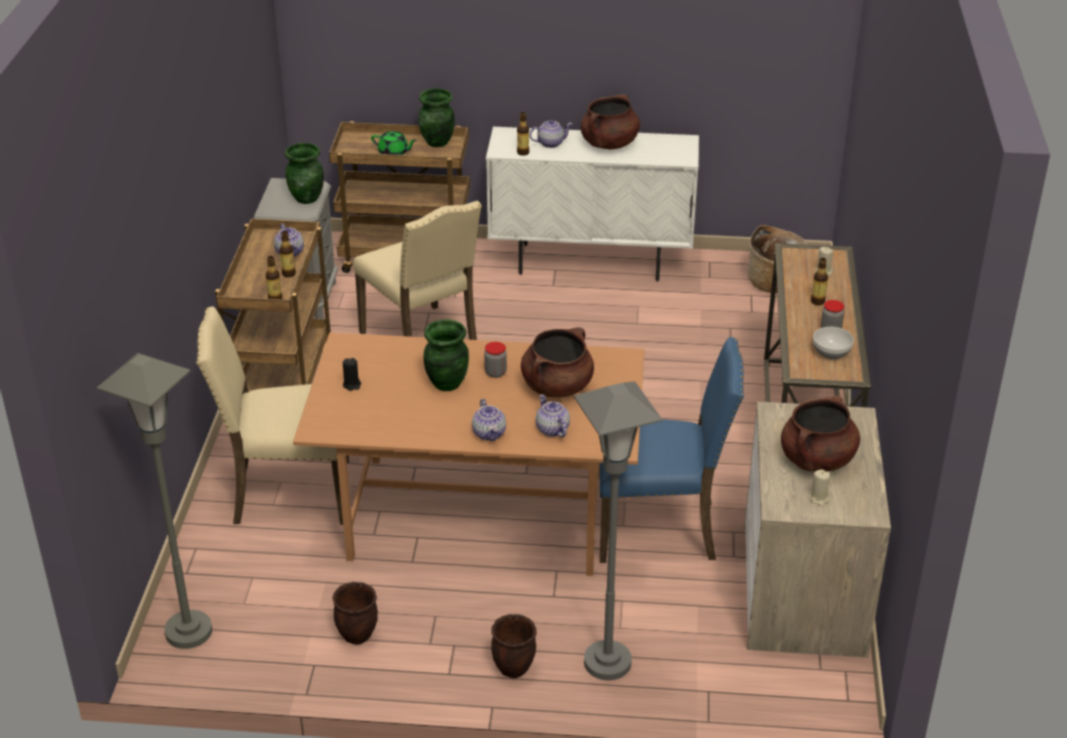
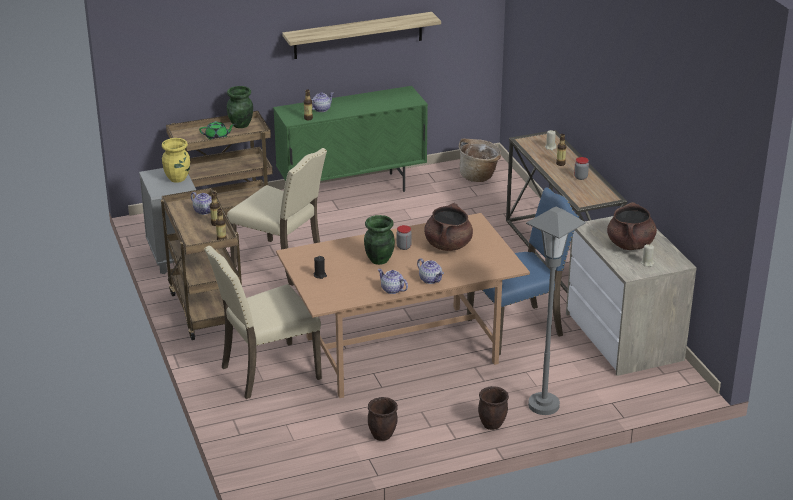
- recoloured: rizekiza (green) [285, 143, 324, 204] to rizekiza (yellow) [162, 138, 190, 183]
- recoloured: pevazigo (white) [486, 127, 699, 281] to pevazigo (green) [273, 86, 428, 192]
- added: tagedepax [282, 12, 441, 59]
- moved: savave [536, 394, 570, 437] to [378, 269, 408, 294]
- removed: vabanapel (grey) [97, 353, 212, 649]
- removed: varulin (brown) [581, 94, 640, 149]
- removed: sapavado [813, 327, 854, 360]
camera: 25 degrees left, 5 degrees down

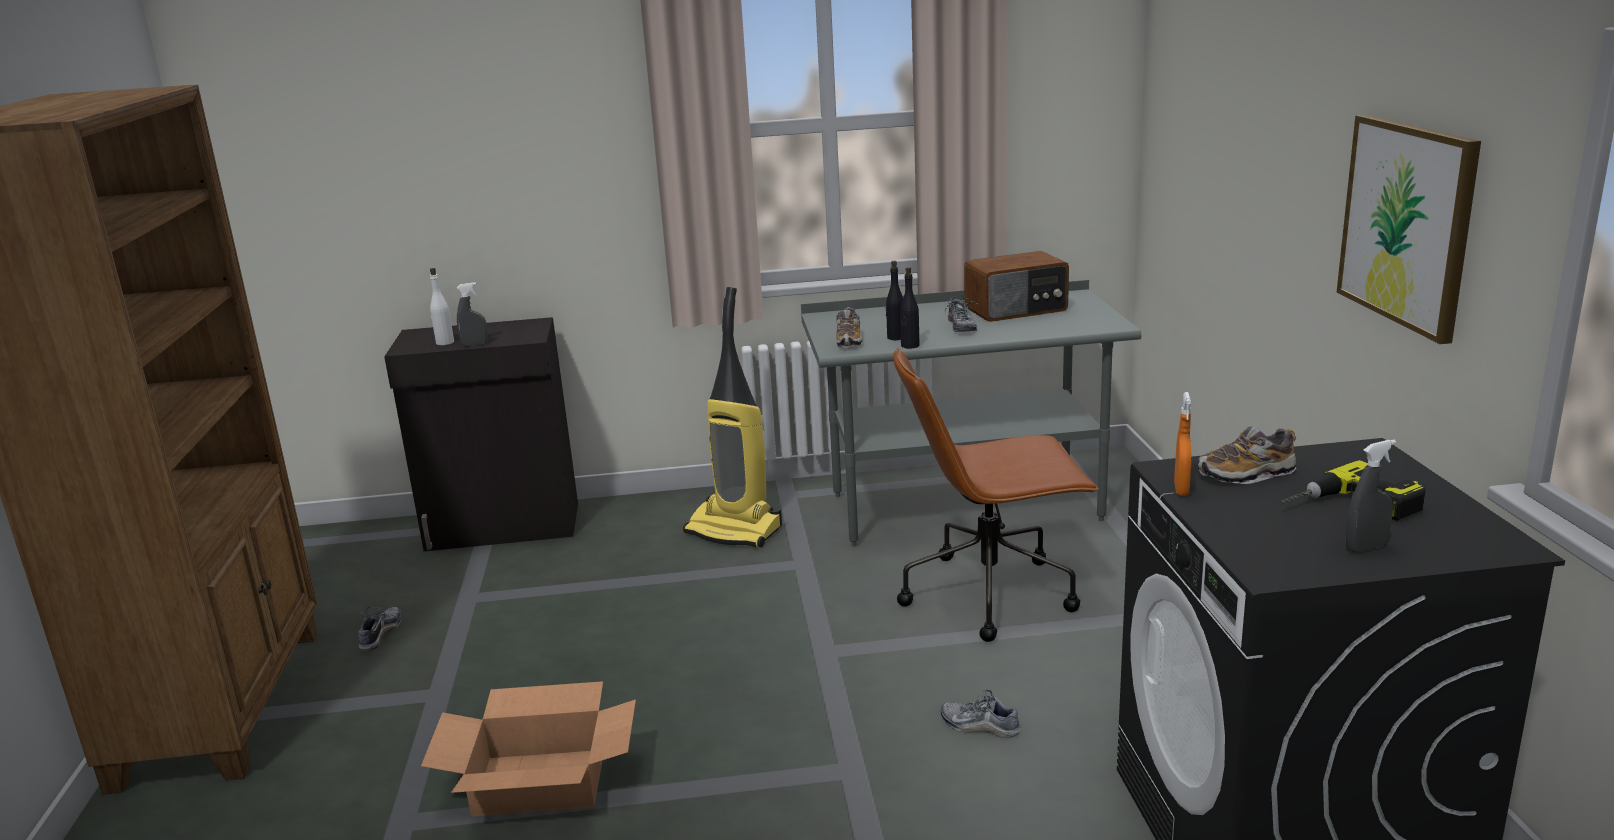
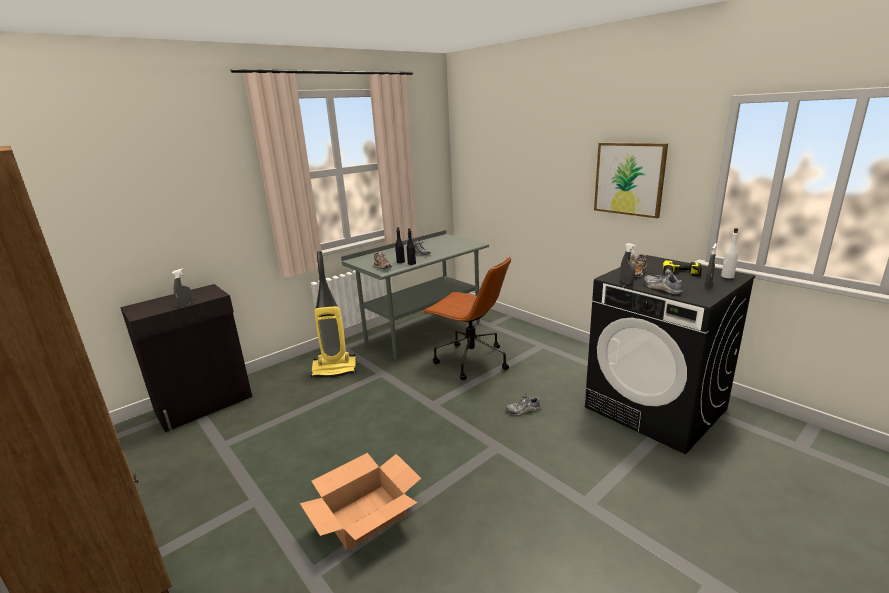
- turned: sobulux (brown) [893, 348, 1099, 642] = [423, 256, 511, 380] 105 degrees counterclockwise
- recoloured: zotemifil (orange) [1174, 392, 1191, 496] to zotemifil (grey) [620, 243, 636, 285]
- moved: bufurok [358, 606, 402, 651] to [644, 269, 682, 294]
- moved: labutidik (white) [430, 268, 454, 345] to [721, 228, 738, 278]
- removed: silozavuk [964, 251, 1069, 322]
camera: 35 degrees left, 0 degrees up

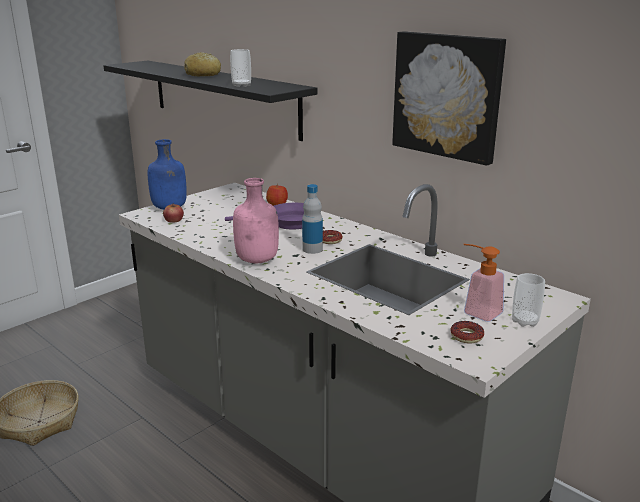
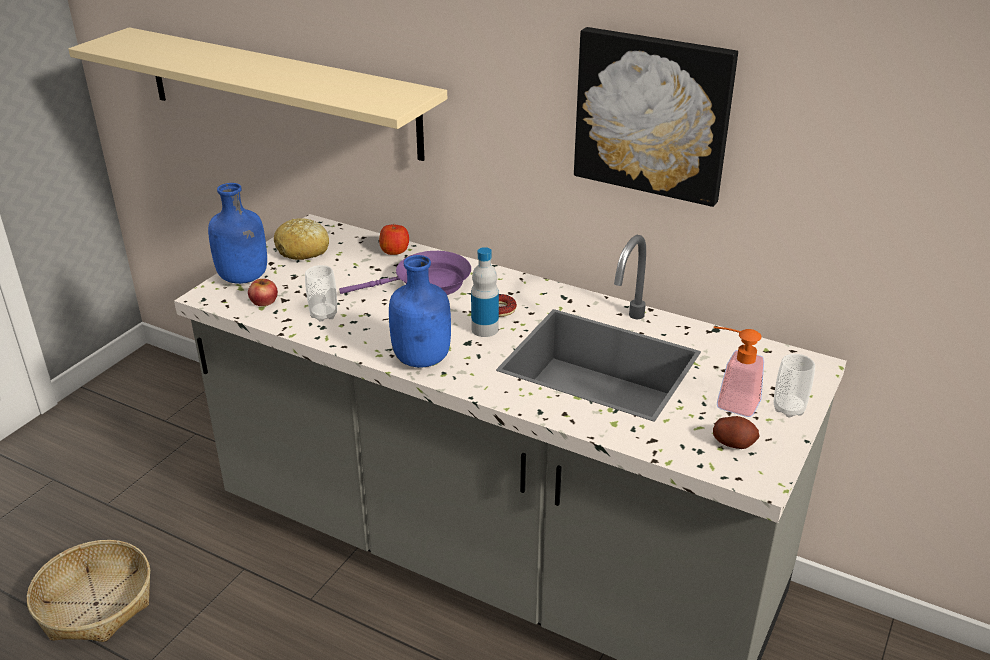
- recoloured: tagedepax (black) [103, 60, 317, 141] to tagedepax (beige) [68, 27, 447, 161]
- moved: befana [184, 52, 221, 77] to [274, 218, 329, 260]
- moved: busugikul [230, 49, 251, 87] to [305, 265, 337, 322]
- recoloured: labutidik (pink) [233, 178, 279, 263] to labutidik (blue) [389, 255, 451, 367]
- replaced: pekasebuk [451, 321, 484, 343] to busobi [713, 416, 760, 449]
camera: 15 degrees left, 10 degrees up

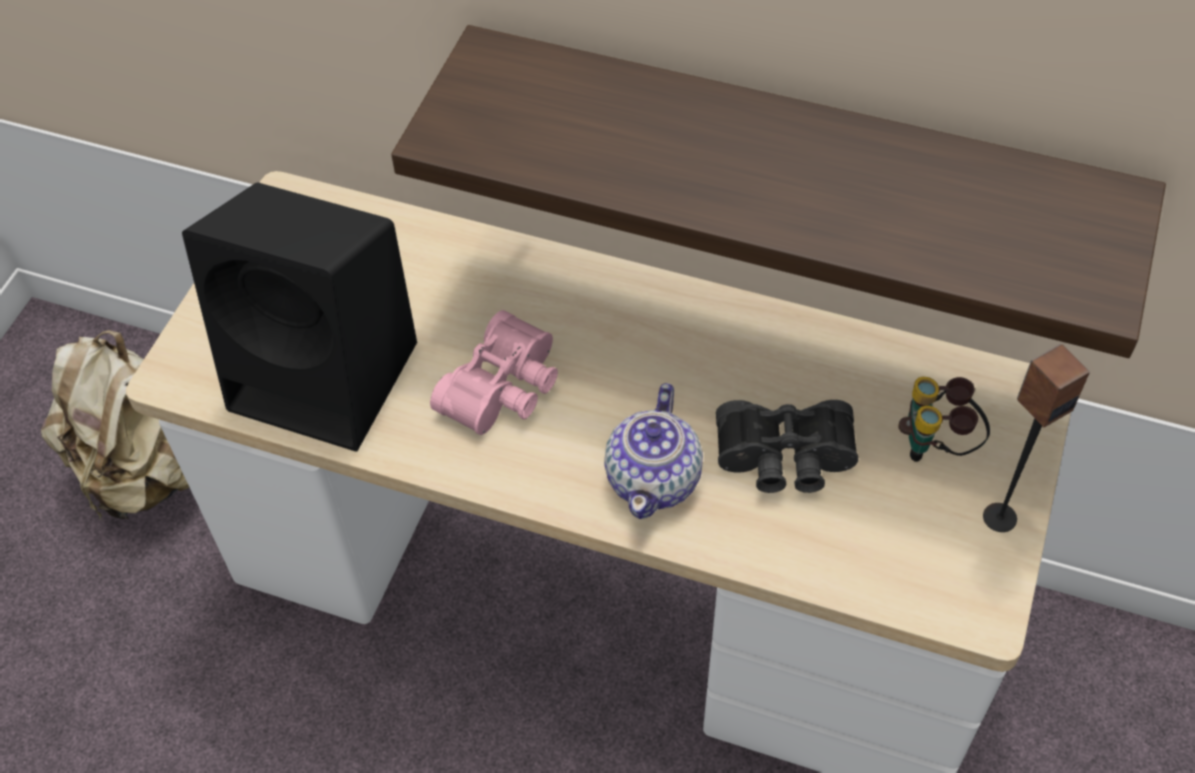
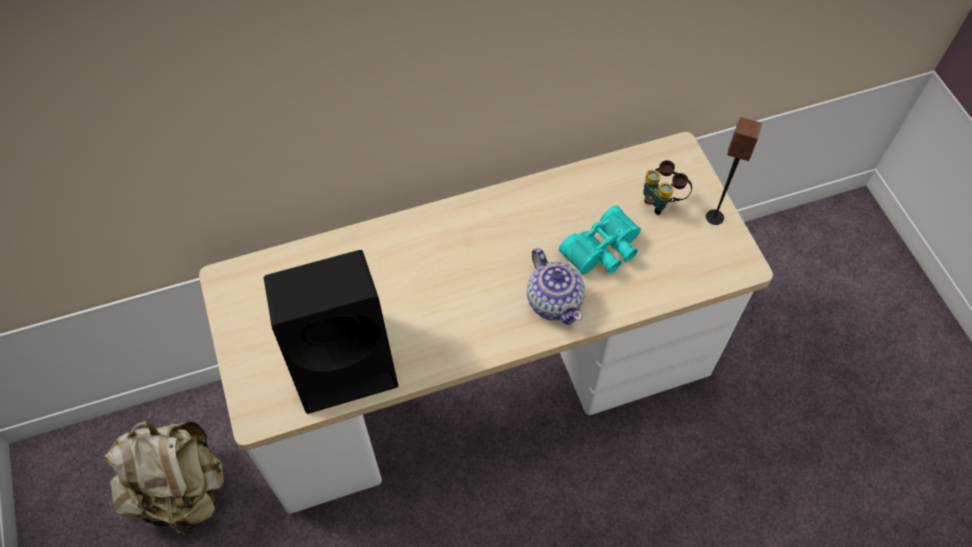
- recoloured: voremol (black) [716, 400, 858, 493] to voremol (turquoise) [559, 205, 641, 275]
- removed: tagedepax [391, 25, 1166, 358]
- removed: voremol (pink) [430, 310, 558, 435]
camera: 40 degrees left, 5 degrees up

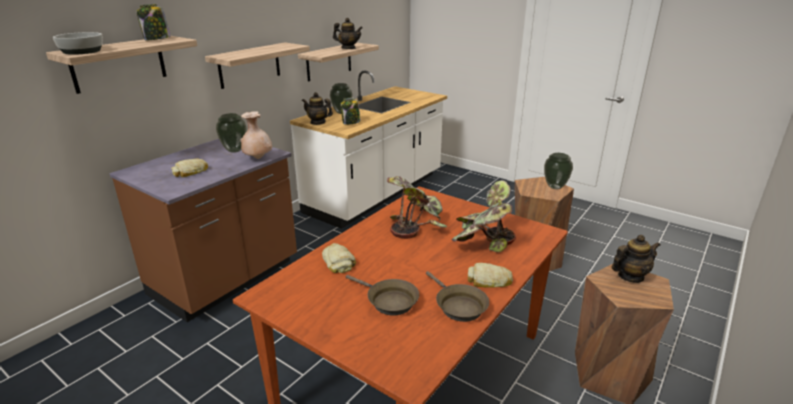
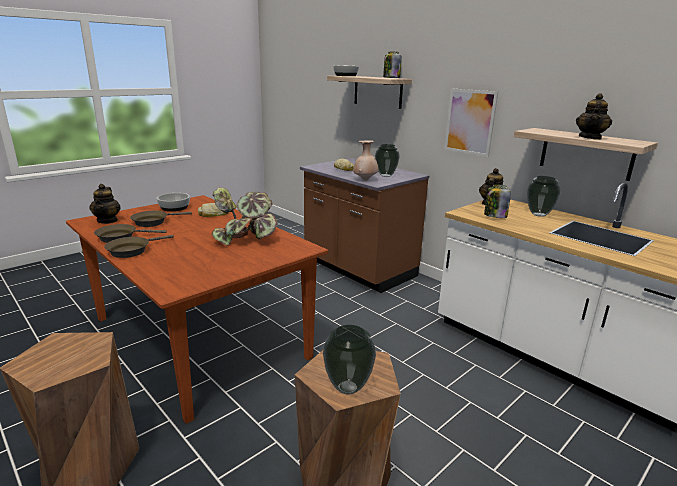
- moved: savave [612, 235, 661, 283] to [89, 184, 121, 224]
- replaced: befana [468, 263, 513, 288] to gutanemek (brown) [104, 235, 174, 258]
- added: sapavado [157, 193, 190, 212]
- replaced: tagedepax [205, 43, 310, 89] to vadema [445, 88, 498, 157]
- removed: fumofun [452, 181, 516, 252]
camera: 100 degrees right, 5 degrees down

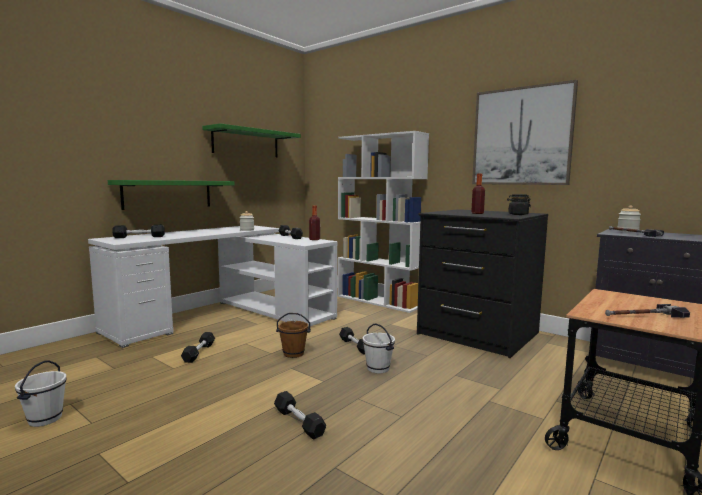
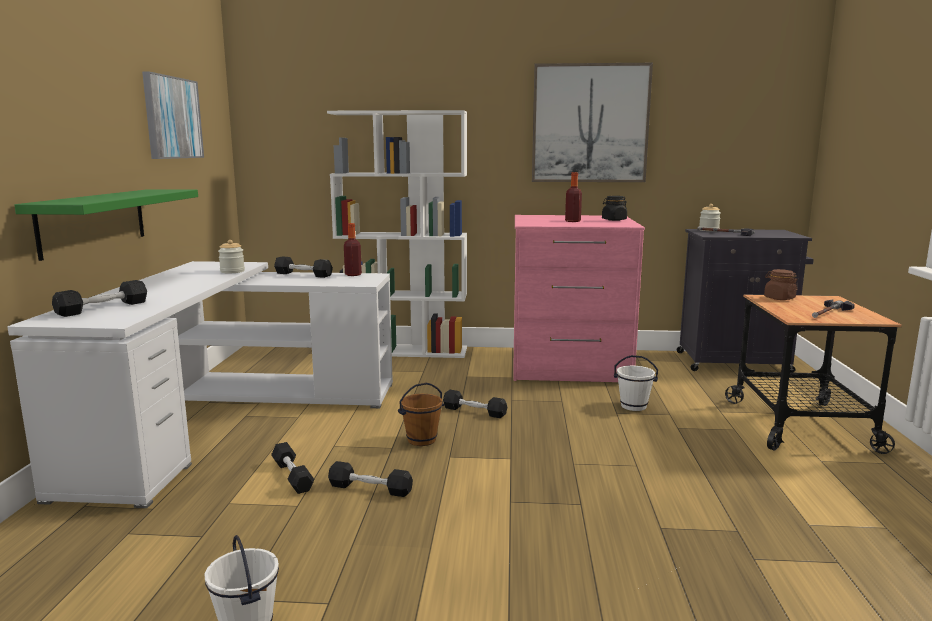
- replaced: tagedepax (green) [202, 123, 301, 157] to vadema [142, 71, 204, 159]
- moved: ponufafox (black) [274, 391, 326, 440] to [328, 461, 413, 497]
- recoloured: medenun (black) [417, 209, 548, 358] to medenun (pink) [513, 215, 645, 382]
- moved: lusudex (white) [363, 324, 395, 373] to [614, 355, 658, 411]
- added: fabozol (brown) [764, 269, 798, 300]
camera: 35 degrees left, 5 degrees up

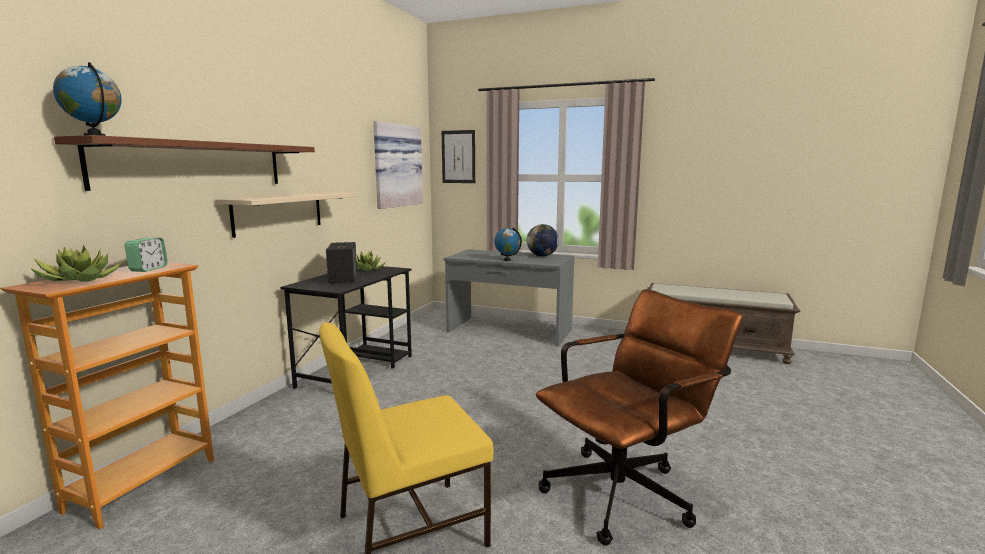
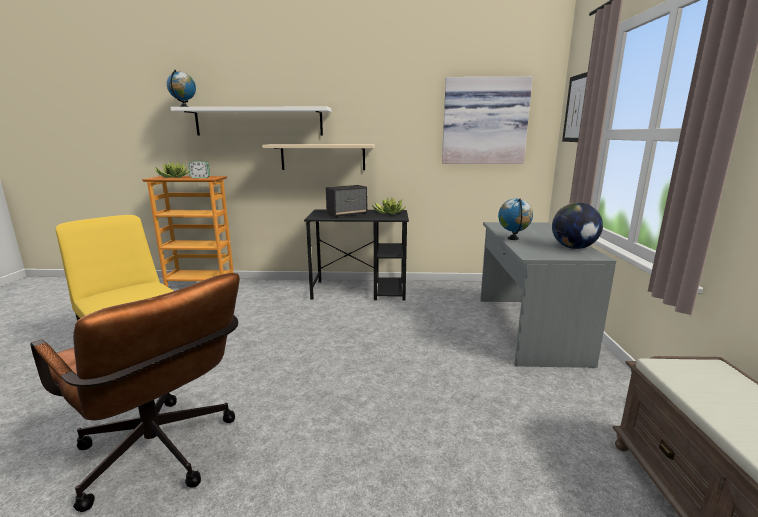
- recoloured: tagedepax (brown) [54, 135, 315, 191] to tagedepax (white) [171, 107, 332, 136]
camera: 70 degrees right, 5 degrees up

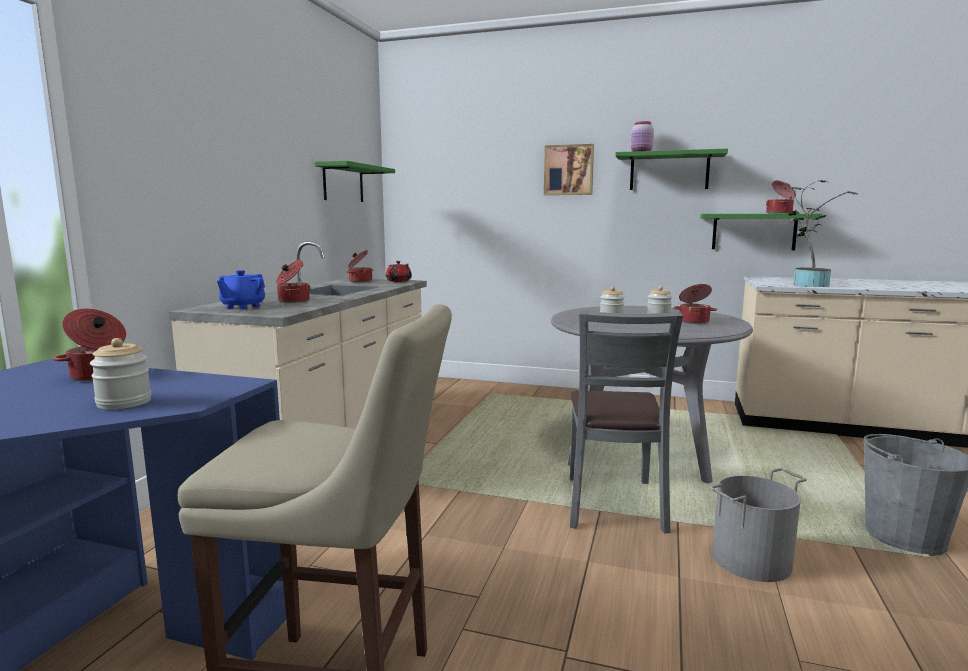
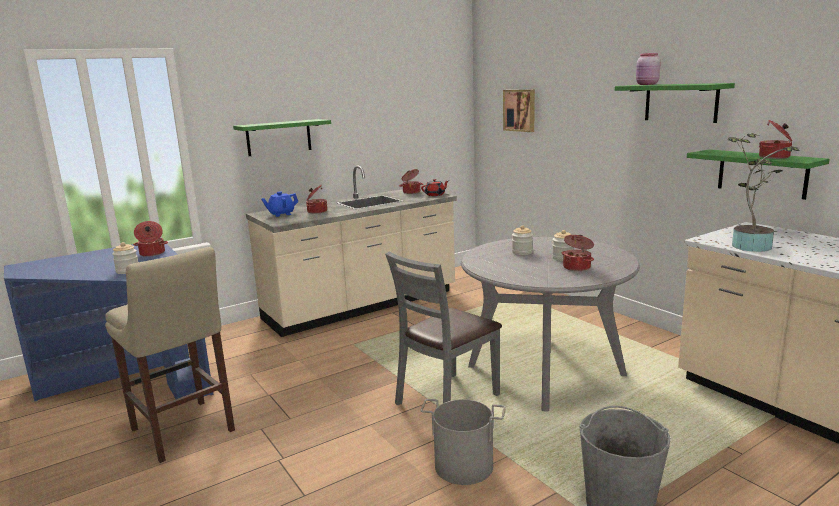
- moved: tagedepax (green) [315, 161, 395, 202] to [233, 119, 331, 156]
- moved: vadema [544, 144, 594, 195] to [503, 90, 535, 132]
camera: 40 degrees right, 5 degrees up

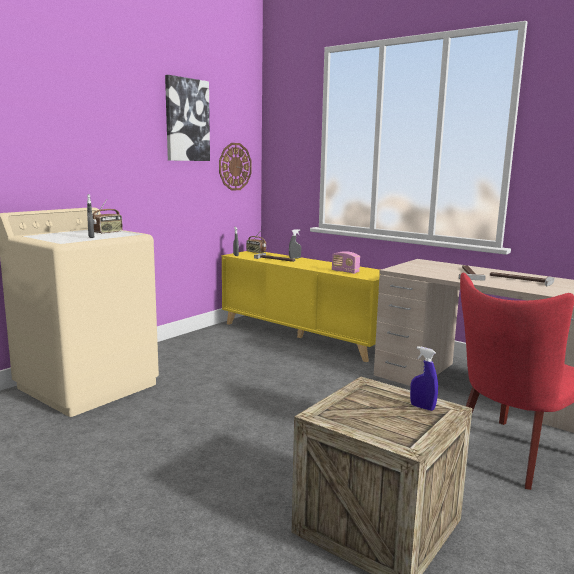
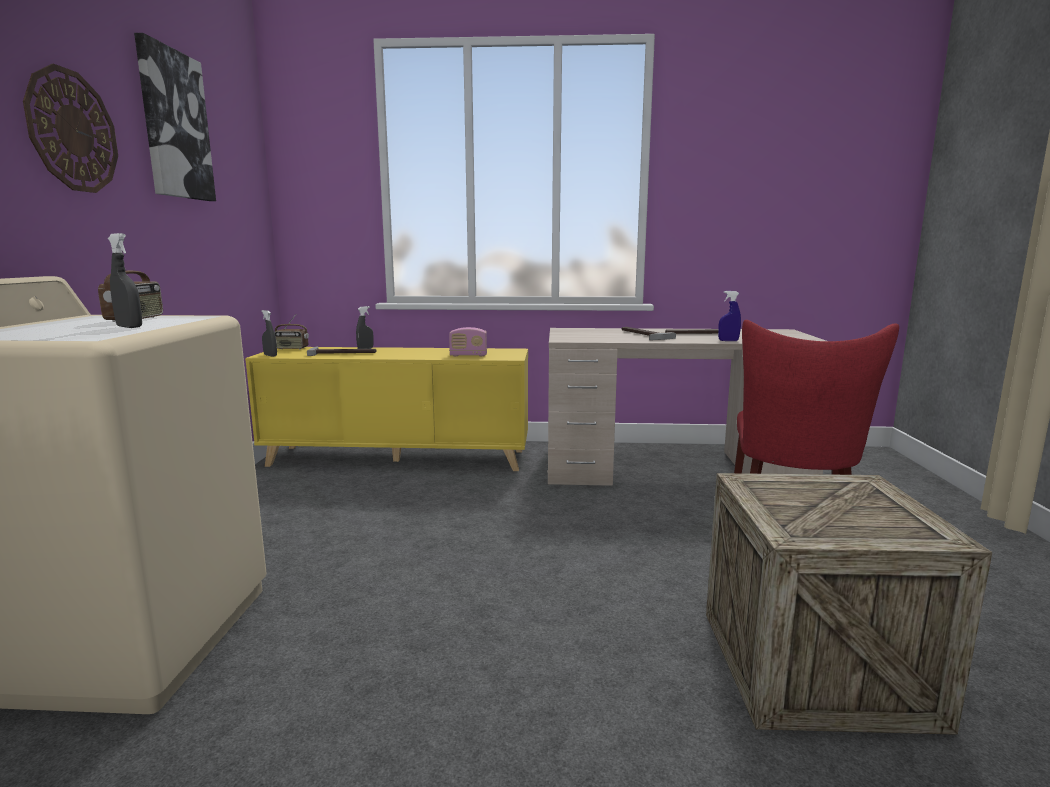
- moved: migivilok [219, 143, 252, 191] to [23, 64, 118, 193]
- moved: zotemifil (blue) [410, 346, 438, 411] to [718, 291, 741, 341]
camera: 35 degrees left, 0 degrees up

